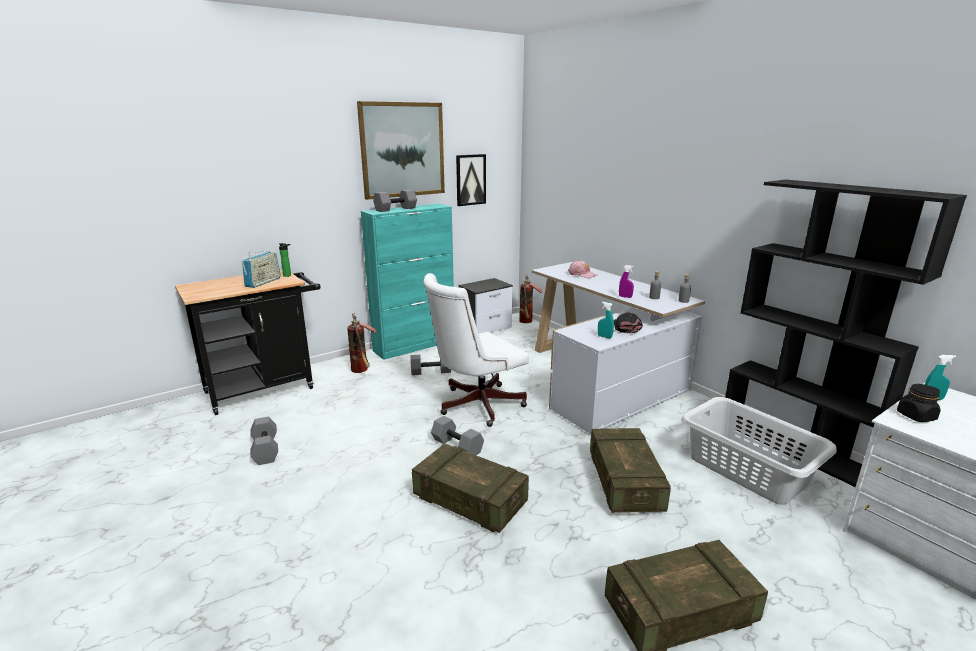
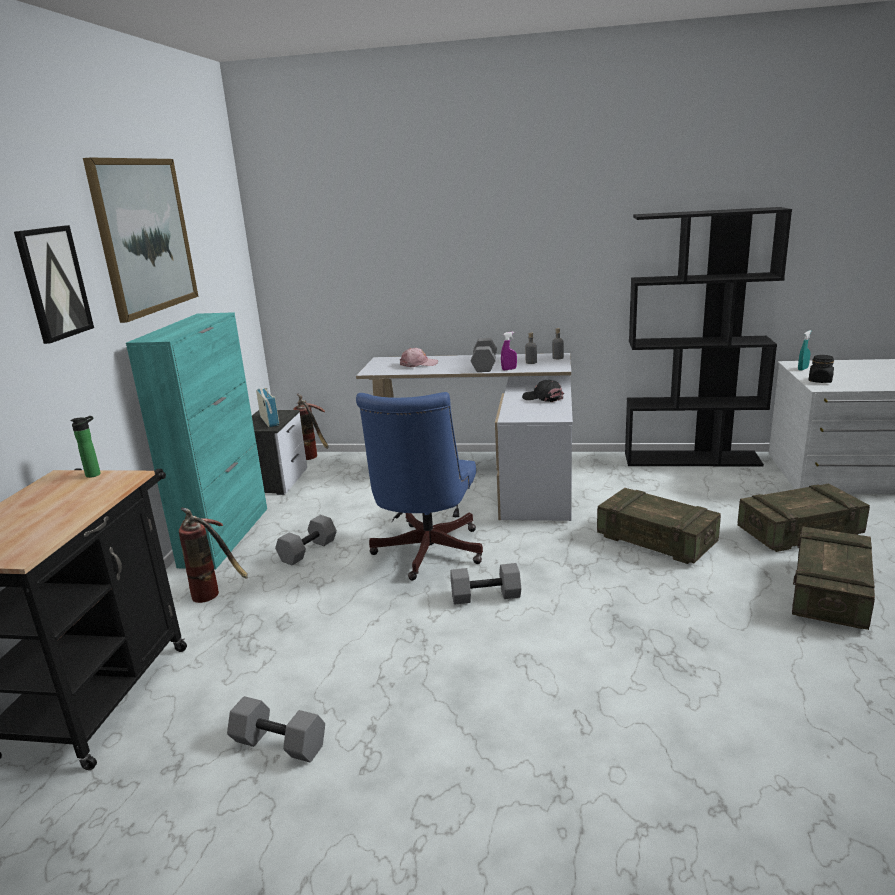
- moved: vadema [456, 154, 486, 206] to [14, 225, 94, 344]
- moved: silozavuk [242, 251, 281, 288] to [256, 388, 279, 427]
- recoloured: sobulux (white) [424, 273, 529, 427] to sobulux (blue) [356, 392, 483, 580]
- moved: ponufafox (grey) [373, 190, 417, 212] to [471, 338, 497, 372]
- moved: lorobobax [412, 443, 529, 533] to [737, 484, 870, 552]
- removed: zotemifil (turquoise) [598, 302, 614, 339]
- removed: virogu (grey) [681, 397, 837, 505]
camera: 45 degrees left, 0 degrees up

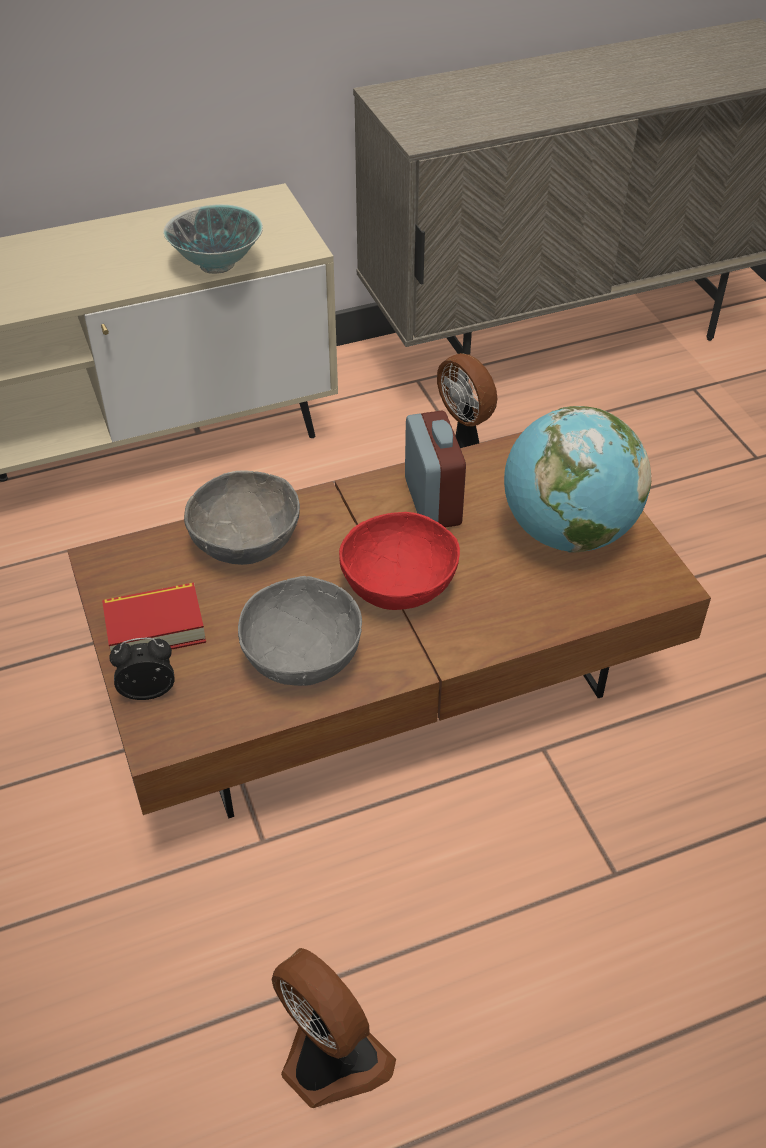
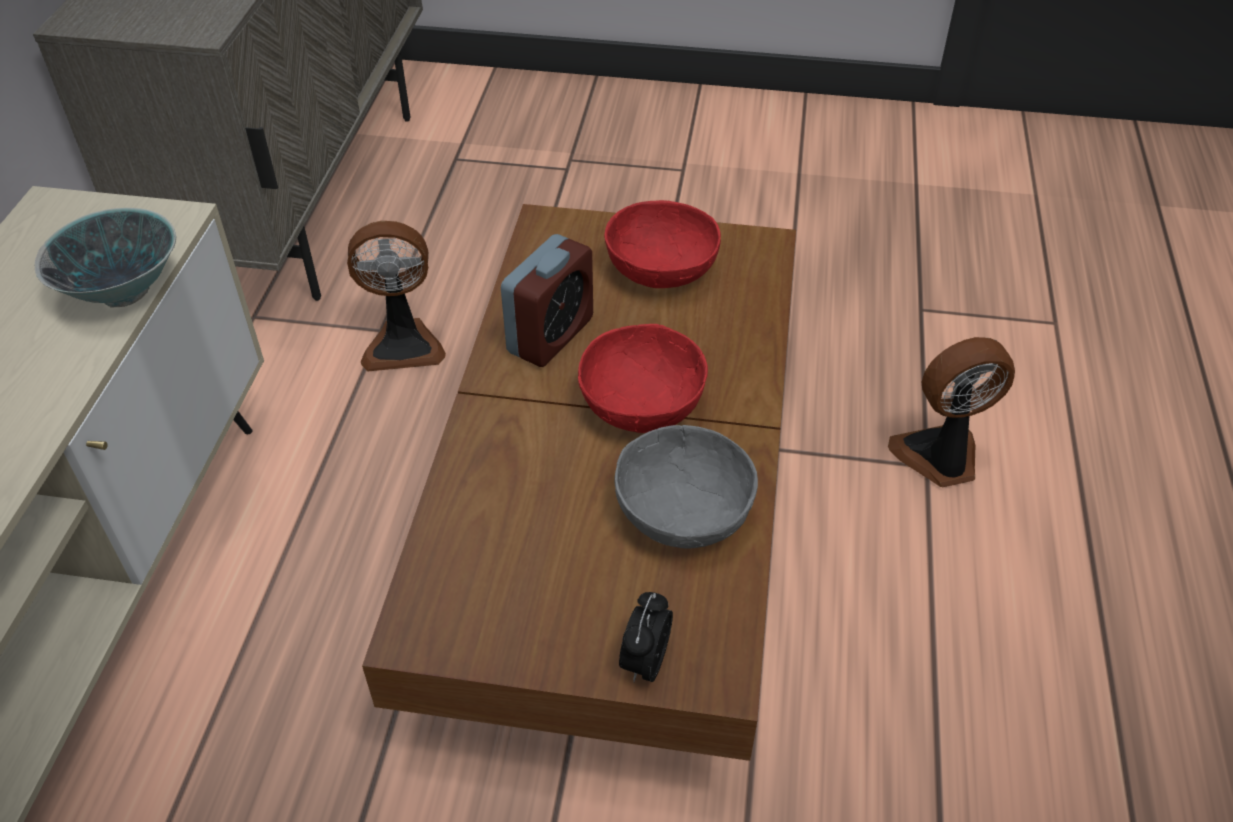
- turned: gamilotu [405, 410, 466, 527] = [501, 234, 593, 367] 105 degrees clockwise
- replaced: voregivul [504, 406, 651, 553] to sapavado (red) [604, 200, 721, 288]
- moved: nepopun [272, 948, 396, 1108] to [888, 337, 1015, 487]
- removed: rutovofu [102, 583, 206, 651]
- removed: sapavado (grey) [184, 470, 300, 565]
camera: 60 degrees left, 0 degrees up

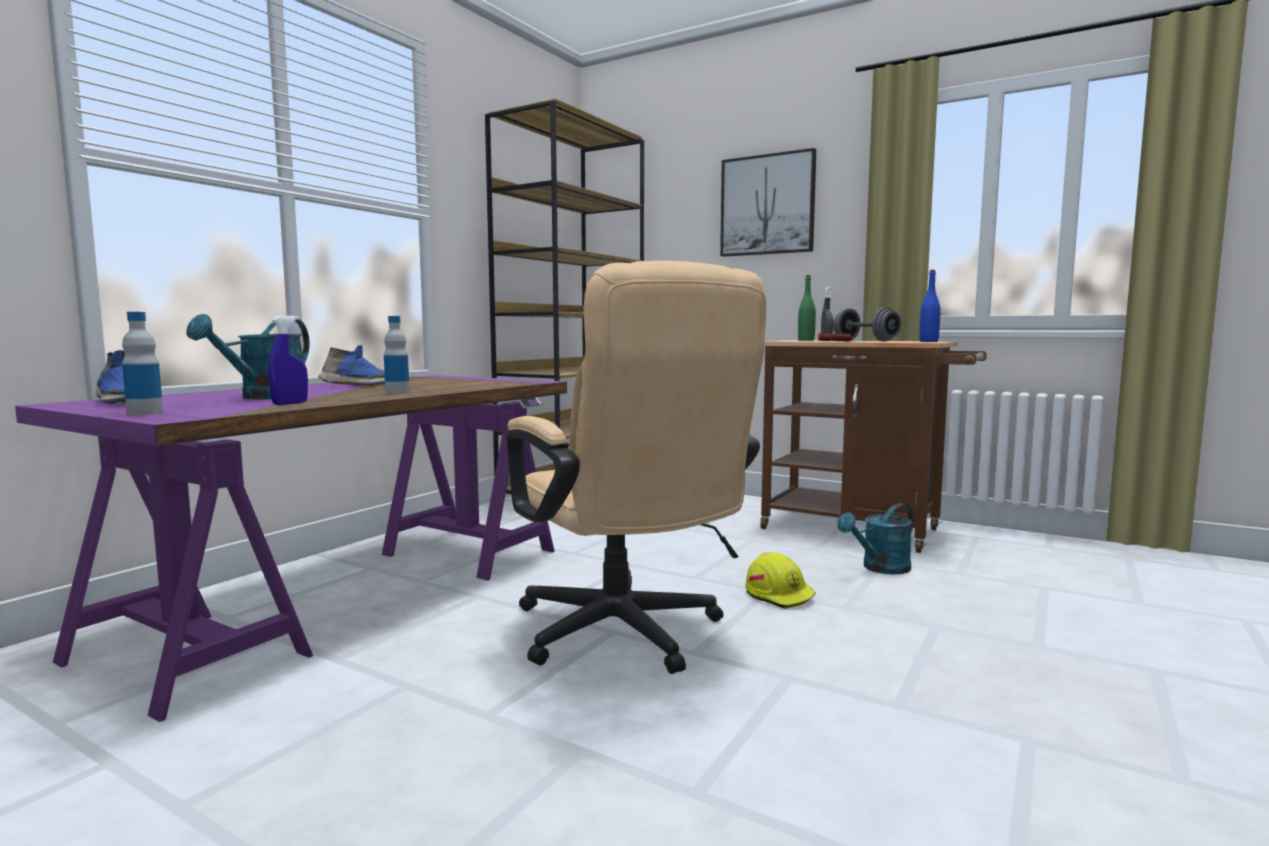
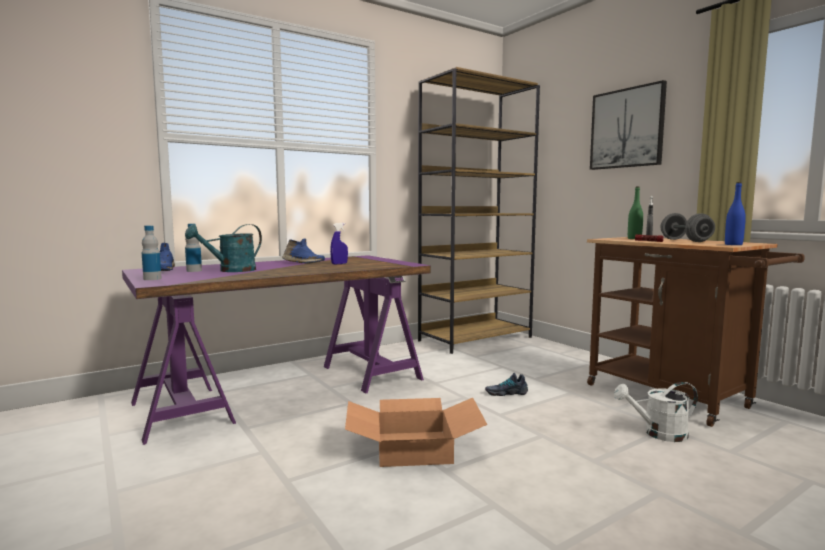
- moved: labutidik [384, 316, 410, 394] to [185, 224, 202, 272]
- moved: zotemifil (blue) [268, 316, 308, 405] to [330, 223, 348, 265]
- replaced: sobulux (beige) [506, 261, 766, 674] to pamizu [345, 398, 487, 467]
- added: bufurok [485, 373, 528, 396]
- recoloured: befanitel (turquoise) [837, 503, 914, 574] to befanitel (white) [614, 382, 698, 442]
- removed: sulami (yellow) [745, 552, 816, 609]
camera: 25 degrees right, 0 degrees up

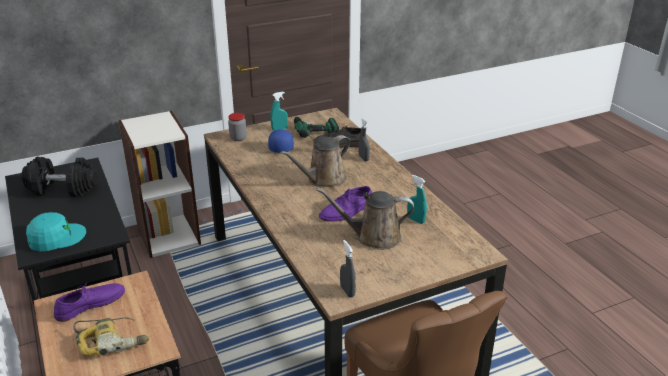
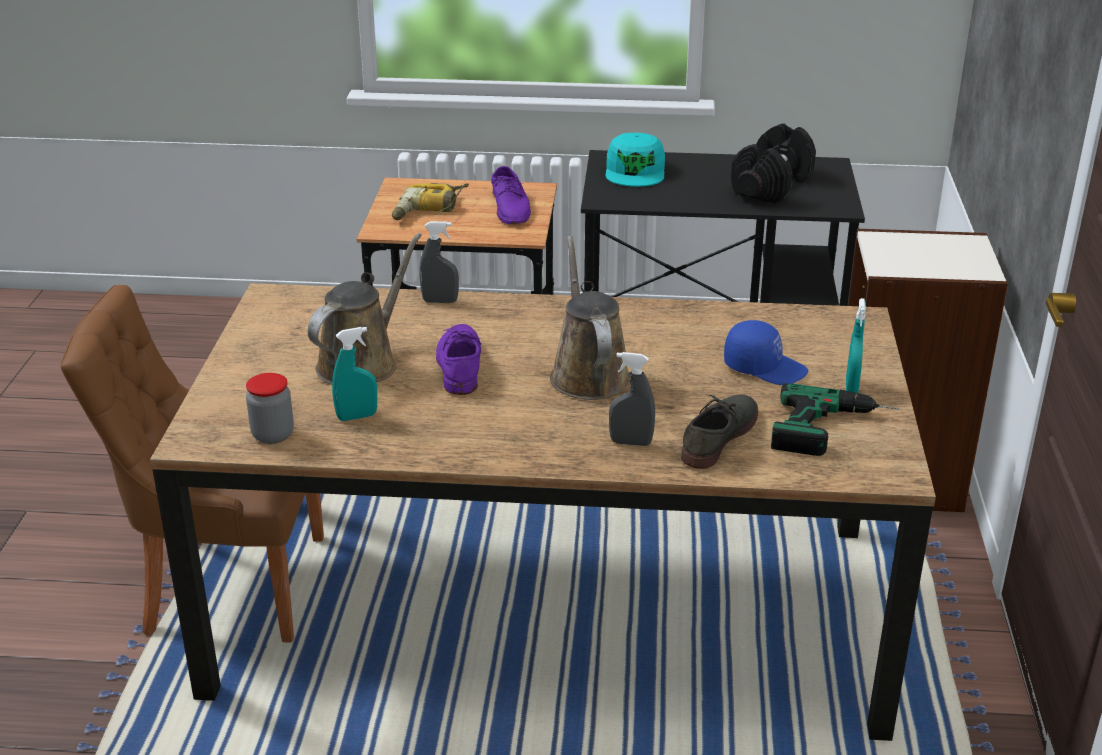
- moved: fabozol [228, 113, 247, 141] to [246, 373, 294, 444]
- moved: zotemifil (grey) [340, 240, 356, 298] to [420, 221, 459, 303]
camera: 120 degrees right, 0 degrees up

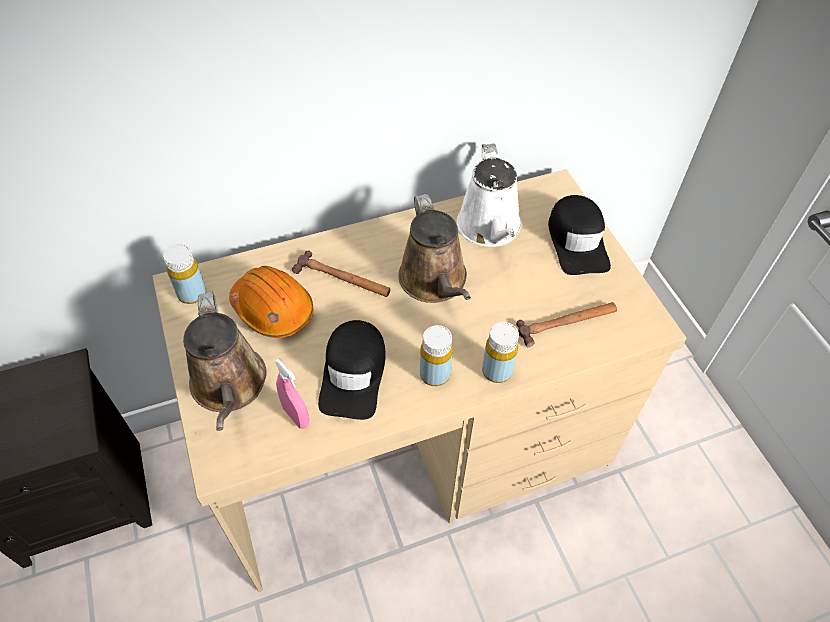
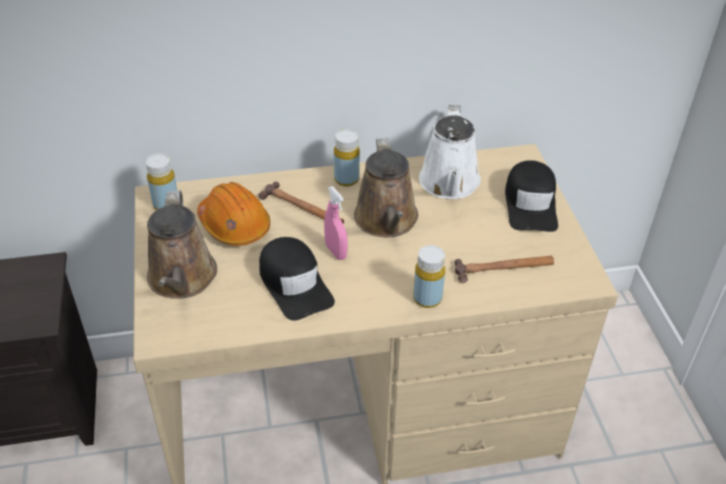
- turned: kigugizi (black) [318, 320, 386, 420] = [259, 237, 335, 321] 45 degrees counterclockwise
- moved: zotemifil (pink) [274, 358, 309, 429] to [324, 186, 348, 260]
- moved: labutidik (yellow) [420, 325, 453, 386] to [334, 129, 360, 187]
camera: 10 degrees right, 10 degrees down

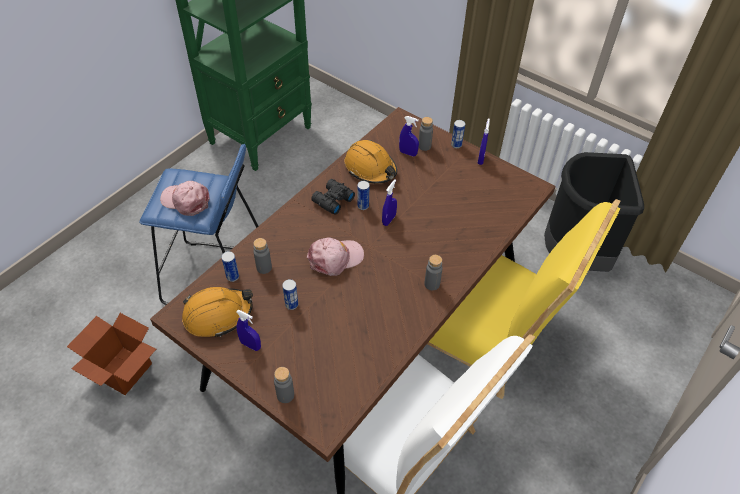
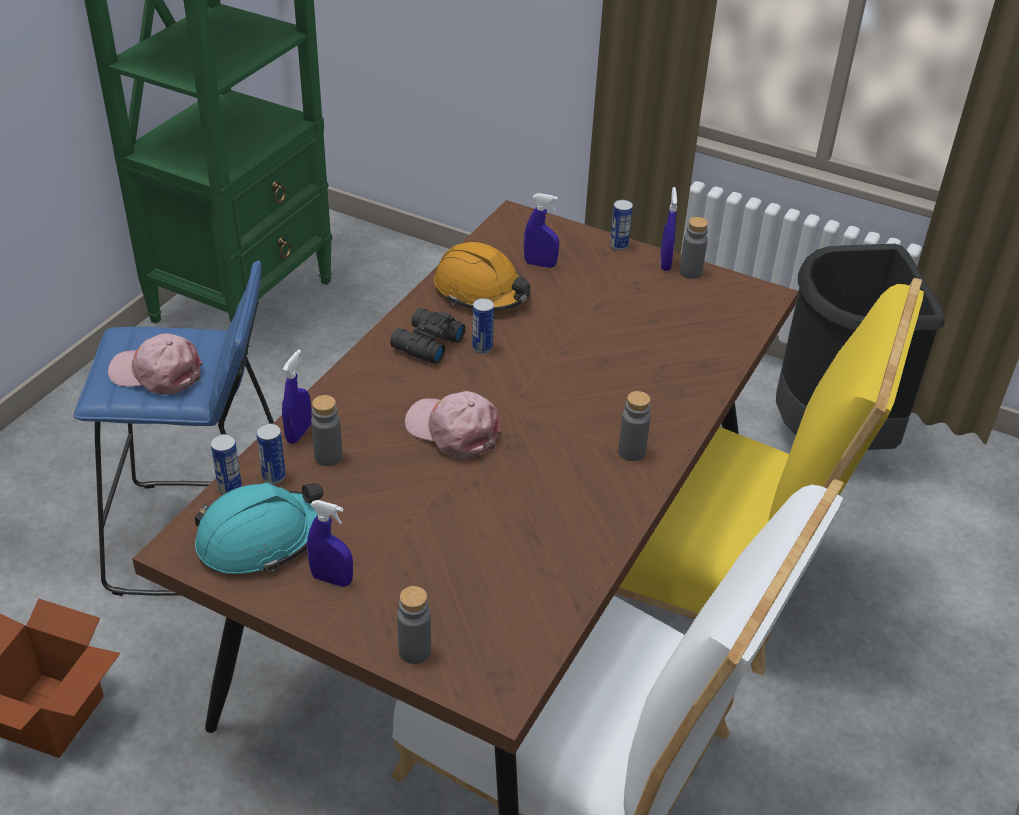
- recoloured: sulami (orange) [182, 287, 253, 337] to sulami (turquoise) [195, 482, 323, 574]
- moved: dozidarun [282, 279, 298, 310] to [211, 434, 242, 494]
- moved: zotemifil (blue) [382, 179, 397, 226] to [282, 349, 312, 444]
- turned: kigugizi (pink) [306, 238, 364, 276] = [405, 391, 501, 459] 105 degrees counterclockwise
- moved: labutidik (grey) [419, 117, 433, 151] to [679, 217, 708, 279]
camera: 10 degrees left, 10 degrees down

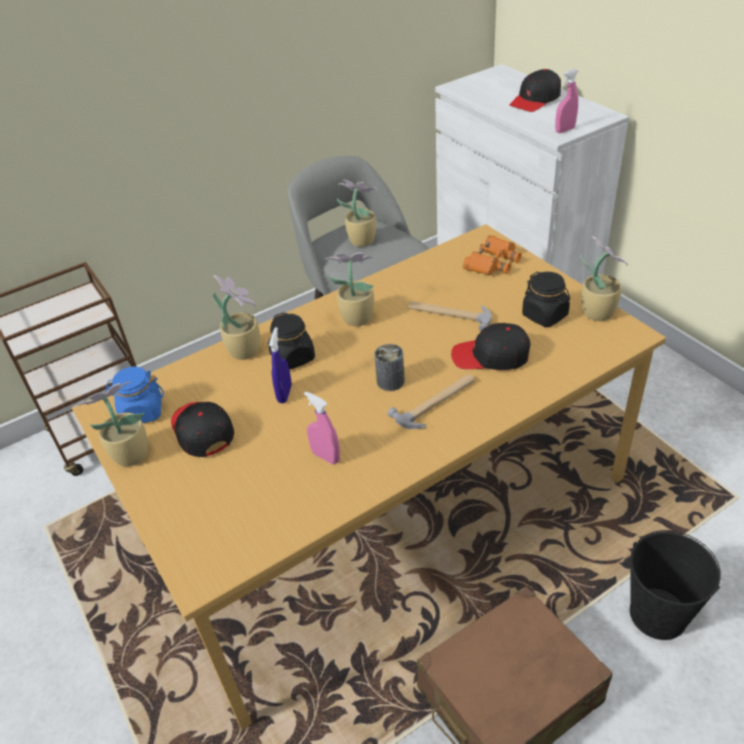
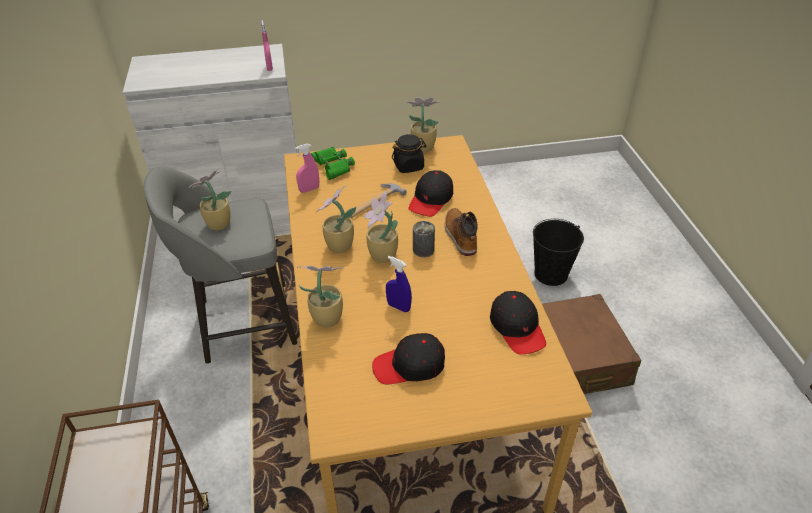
- moved: zotemifil (pink) [304, 391, 340, 464] to [295, 144, 319, 193]
- recoloured: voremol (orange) [463, 235, 522, 275] to voremol (green) [311, 147, 355, 180]
- moved: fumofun [75, 382, 148, 467] to [364, 191, 398, 263]
- replaced: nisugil [388, 374, 475, 429] to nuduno [445, 208, 478, 256]
- moved: kigugizi (black) [510, 69, 561, 112] to [490, 291, 546, 354]
- removed: fabozol (blue) [106, 367, 164, 423]
- removed: fabozol (black) [268, 312, 315, 370]
camera: 70 degrees left, 0 degrees up

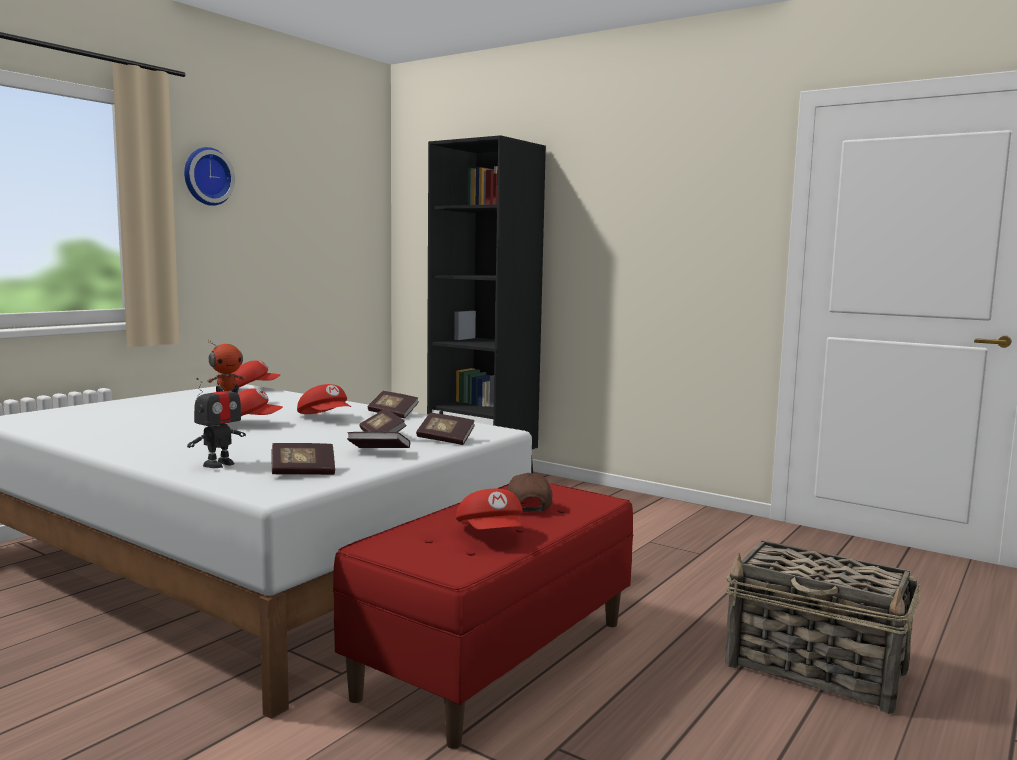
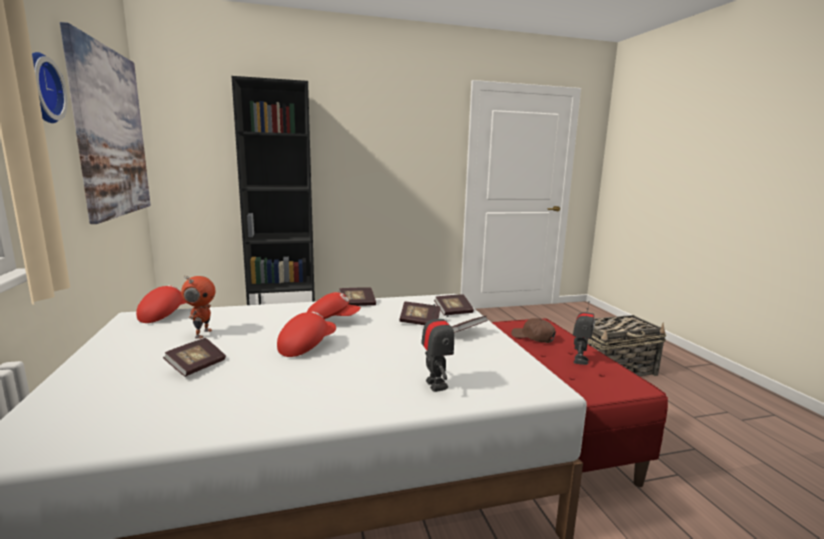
- added: vadema [60, 22, 151, 224]
- moved: rutovofu [271, 443, 335, 475] to [163, 338, 226, 377]
- replaced: kigugizi (red) [456, 489, 523, 529] to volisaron [573, 301, 595, 365]
camera: 50 degrees left, 5 degrees up

